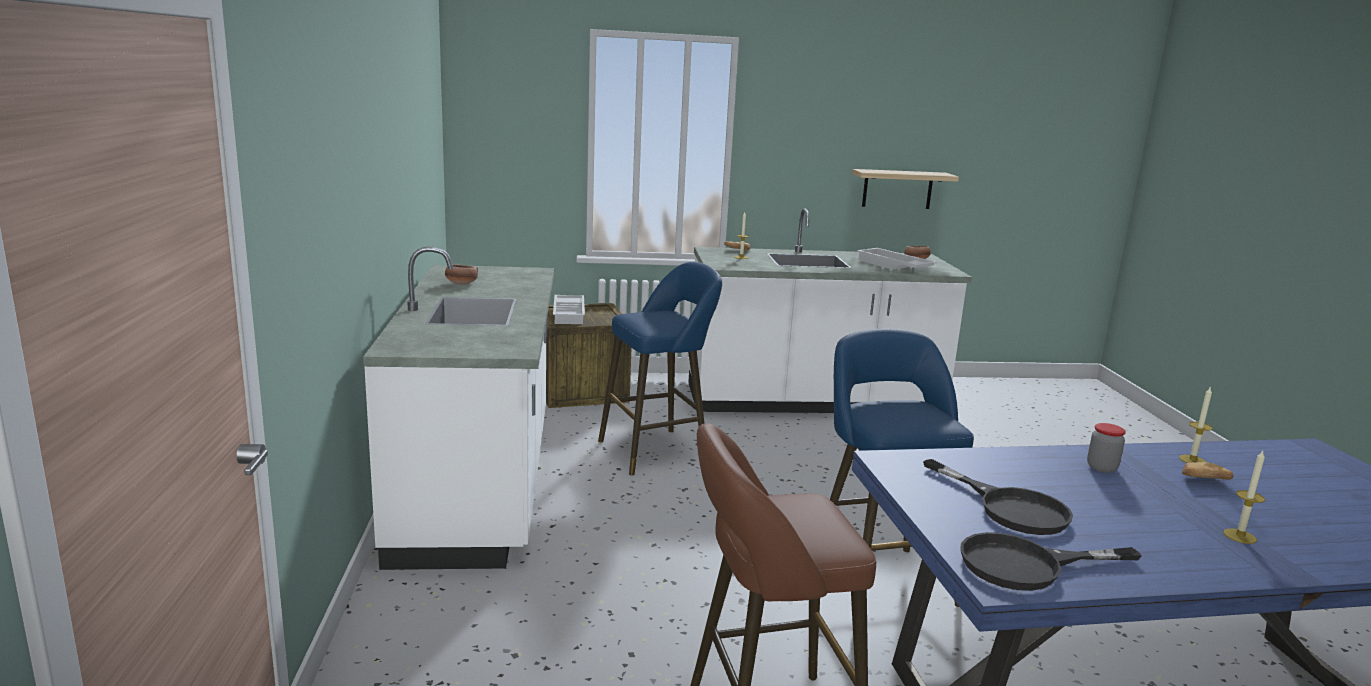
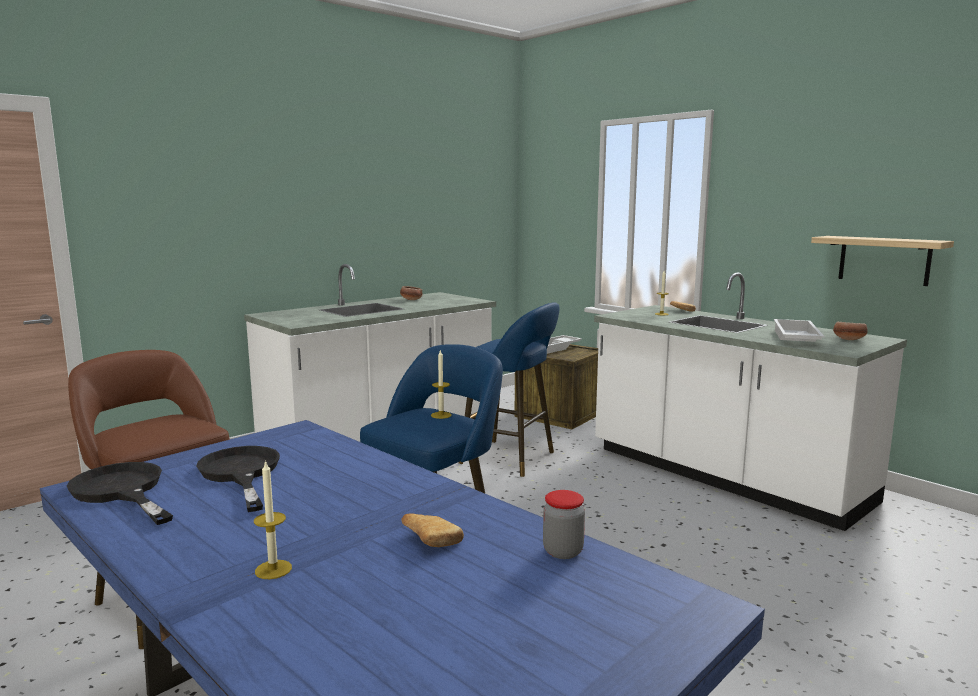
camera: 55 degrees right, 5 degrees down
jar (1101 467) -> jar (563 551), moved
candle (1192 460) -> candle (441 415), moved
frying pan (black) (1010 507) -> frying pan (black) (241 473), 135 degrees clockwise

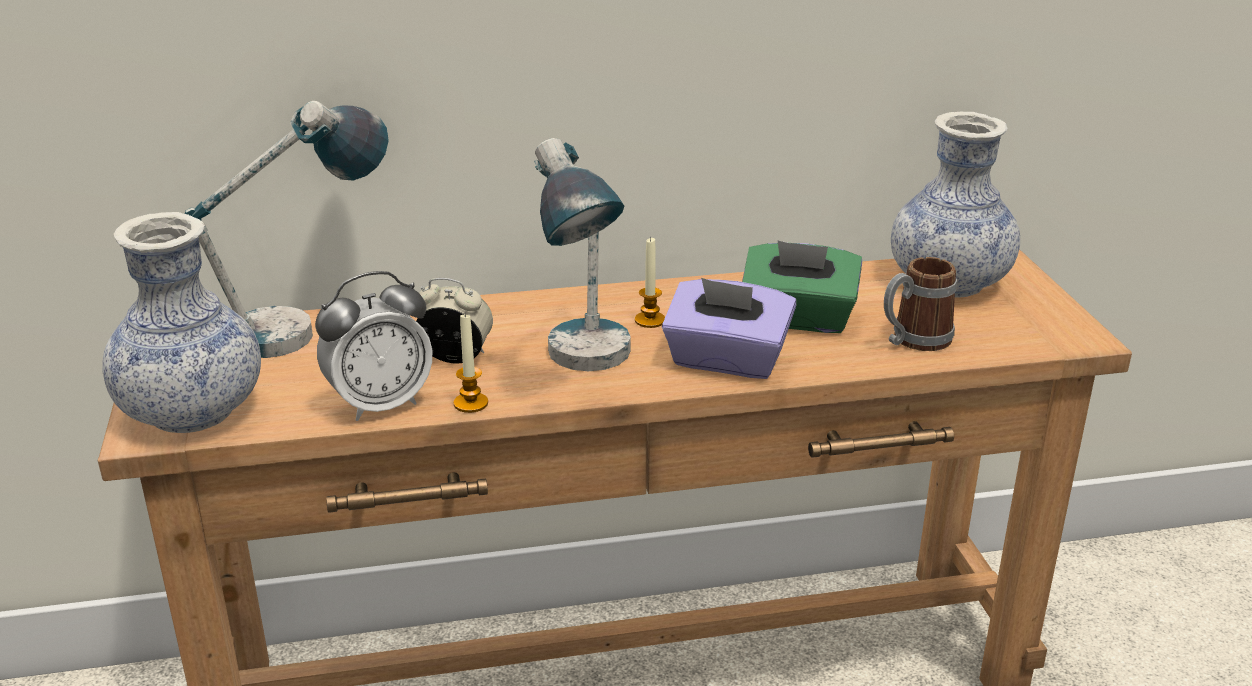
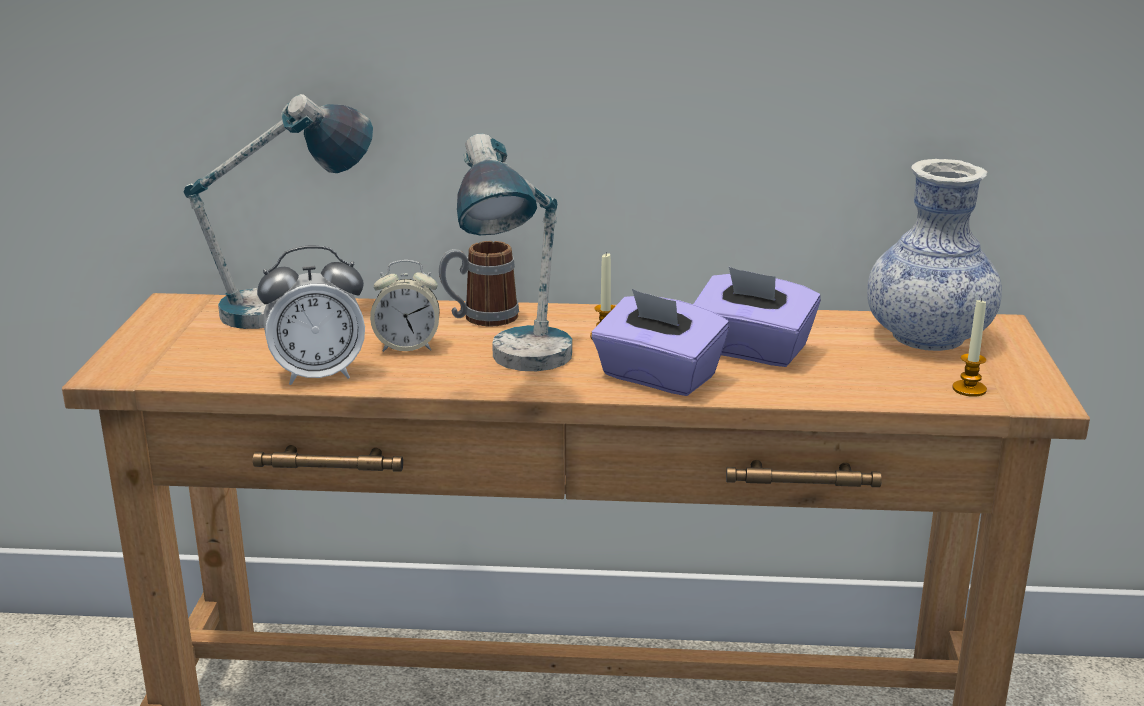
camera: 15 degrees right, 5 degrees down
vase (192 412) -> none
candle (471 403) -> candle (969 389), moved
mug (913 341) -> mug (480 318), moved
tissue box (green) (798 319) -> tissue box (purple) (751 351)
alarm clock (456 357) -> alarm clock (407 346), 150 degrees clockwise

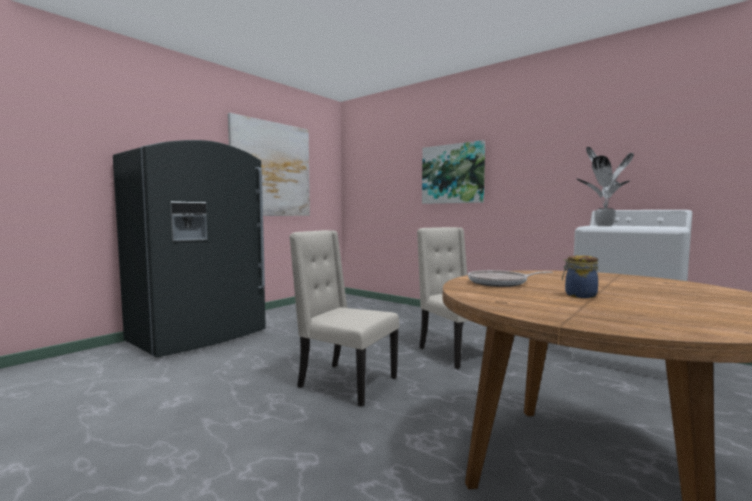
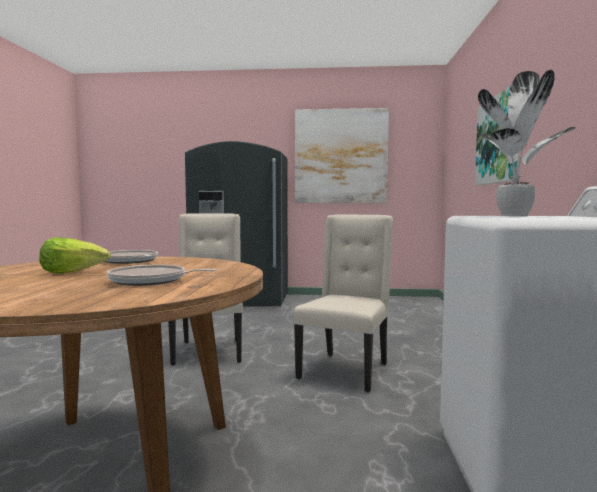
camera: 55 degrees right, 0 degrees up
none -> frying pan (151 281)
jar (579 295) -> lettuce (73 272)

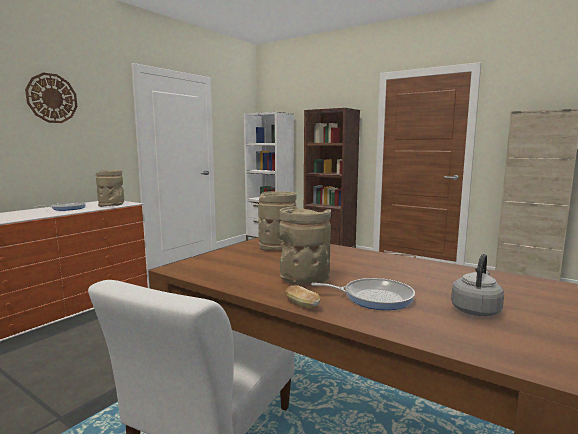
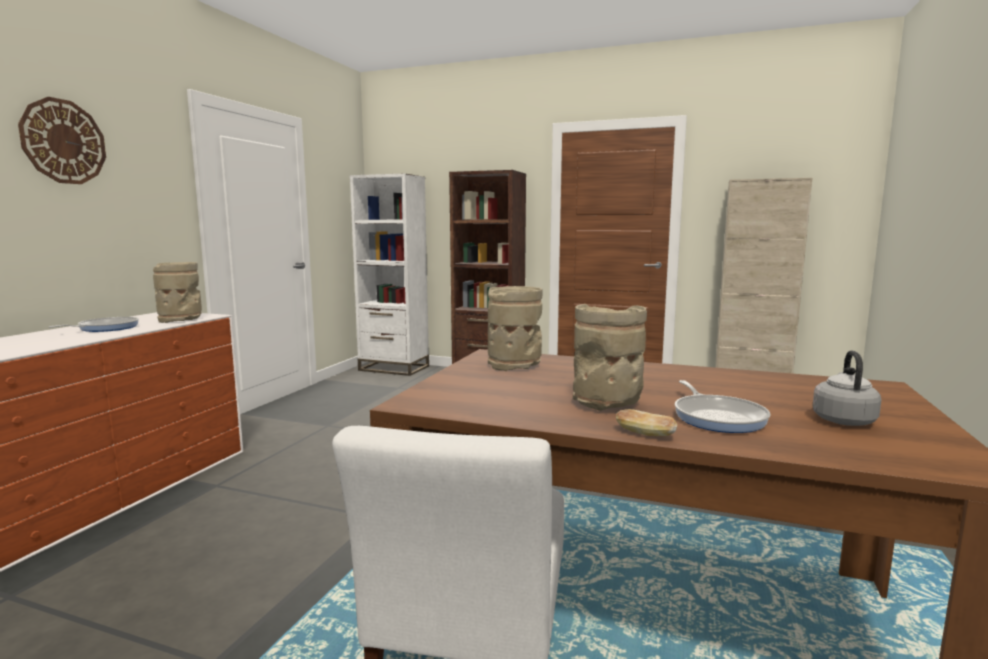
camera: 15 degrees left, 0 degrees up
frying pan (374 298) -> frying pan (717 417), 90 degrees clockwise

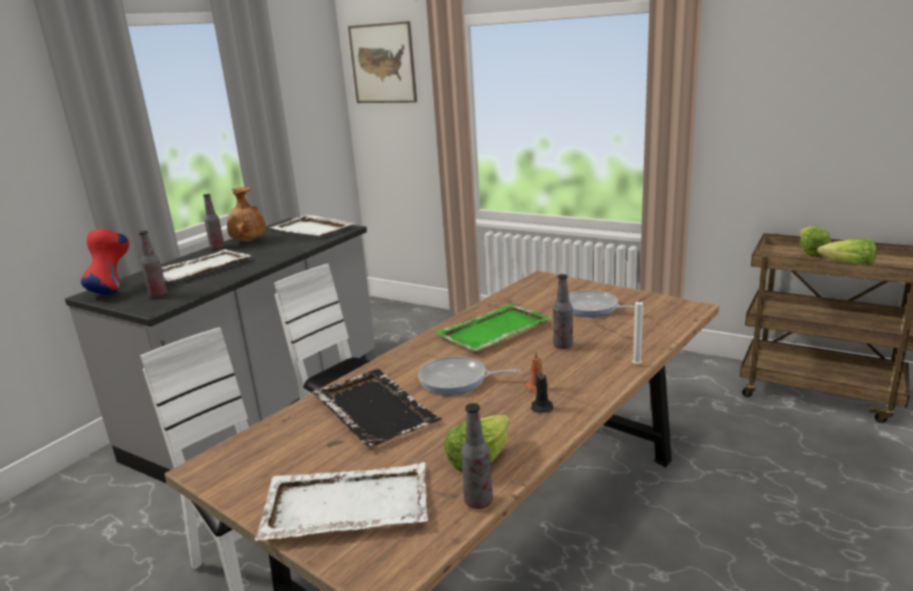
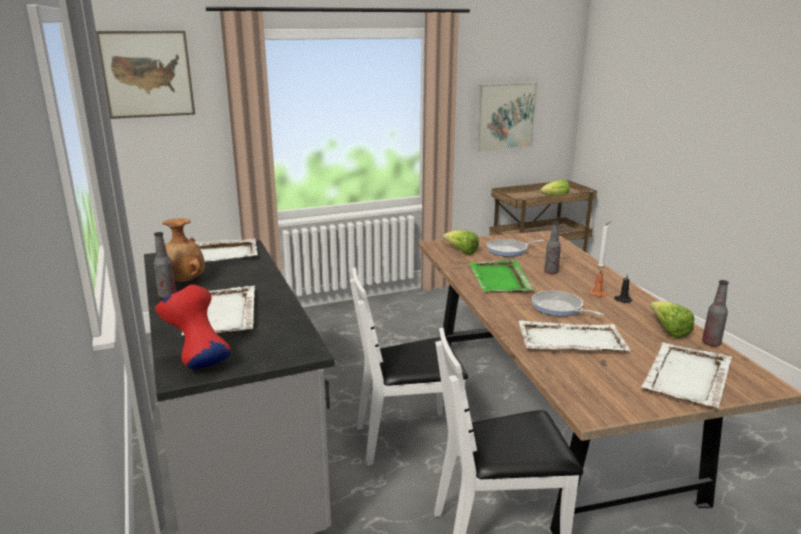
camera: 55 degrees left, 0 degrees up
bottle (158 295) -> none
none -> picture (505 116)
lettuce (810 253) -> lettuce (461 252), moved
tray (black) (374 409) -> tray (white) (570 340)
frying pan (457 380) -> frying pan (559 308), 90 degrees clockwise

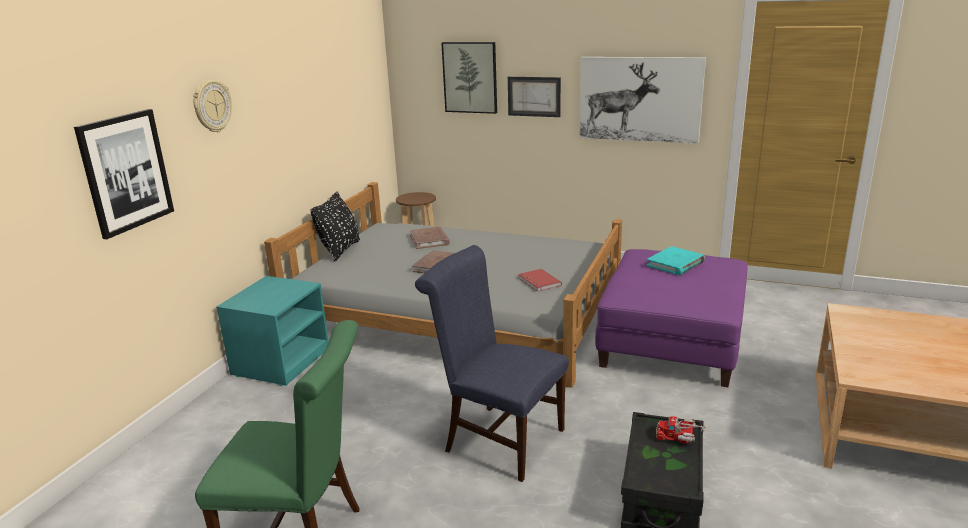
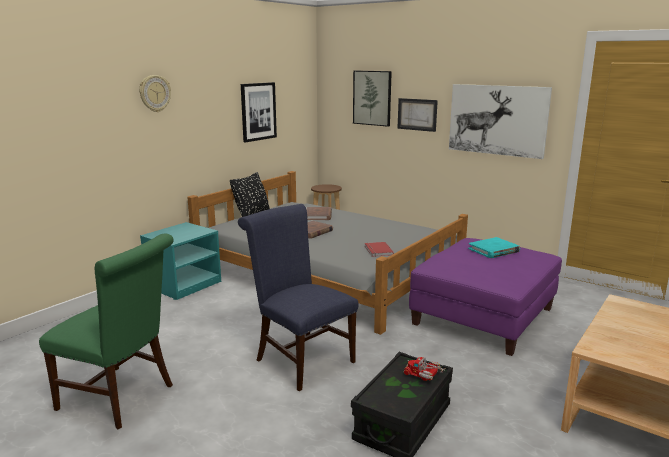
camera: 15 degrees right, 5 degrees down
picture (126 172) -> picture (258 111), moved

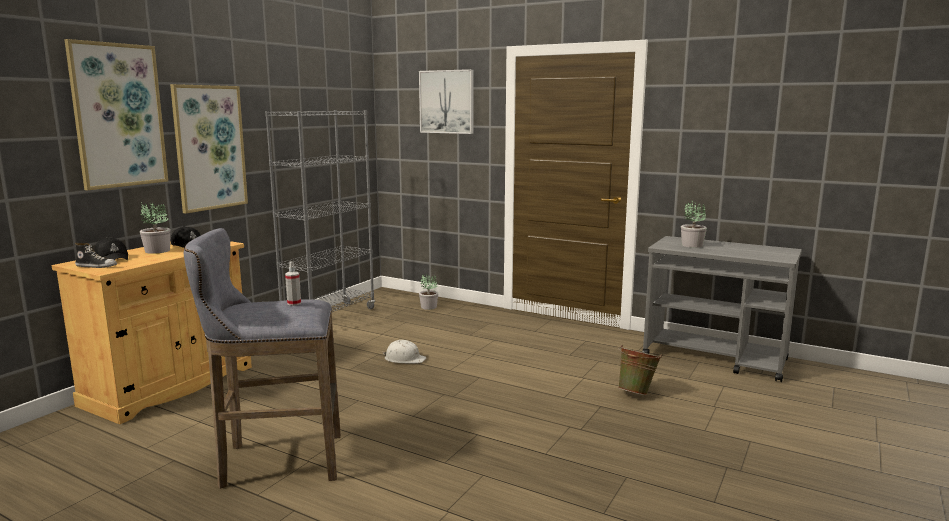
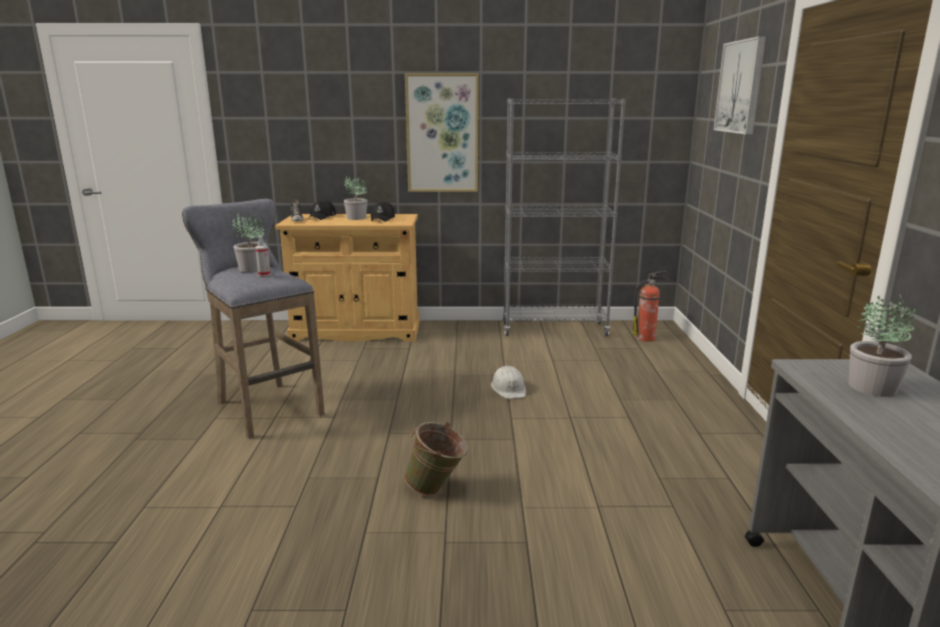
camera: 60 degrees right, 5 degrees up
picture (118 116) -> none
none -> fire extinguisher (646 338)
potted plant (428 307) -> potted plant (251 268), moved
bucket (green) (637 393) -> bucket (green) (437 489), moved

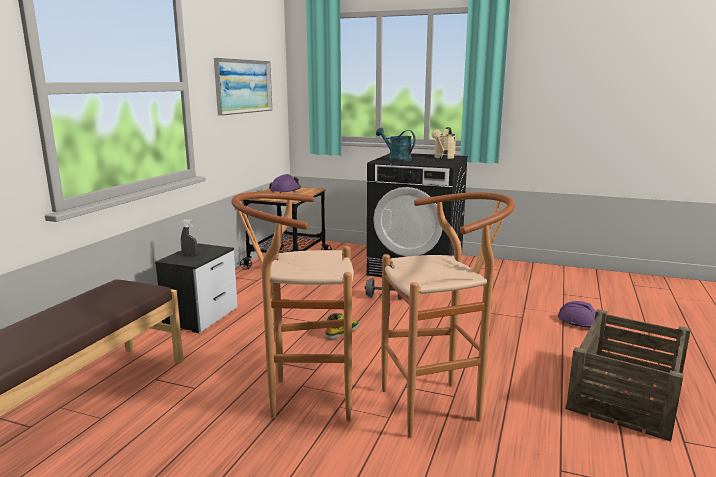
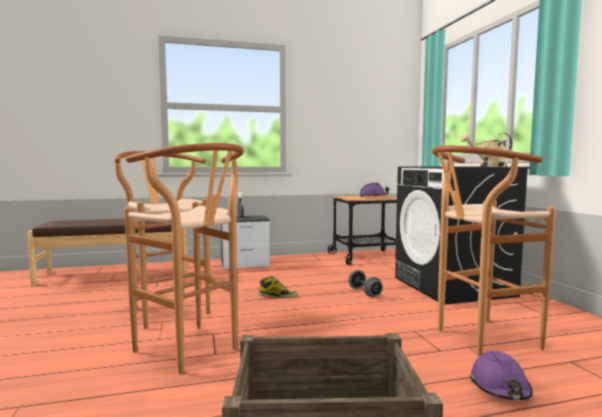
camera: 55 degrees right, 10 degrees down
picture (243 86) -> none
watering can (turquoise) (396 159) -> none
none -> stool (brown) (478 339)

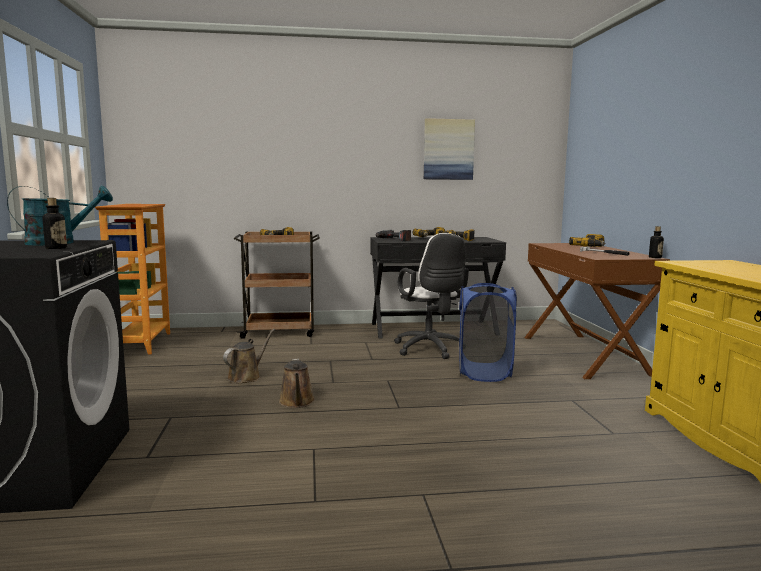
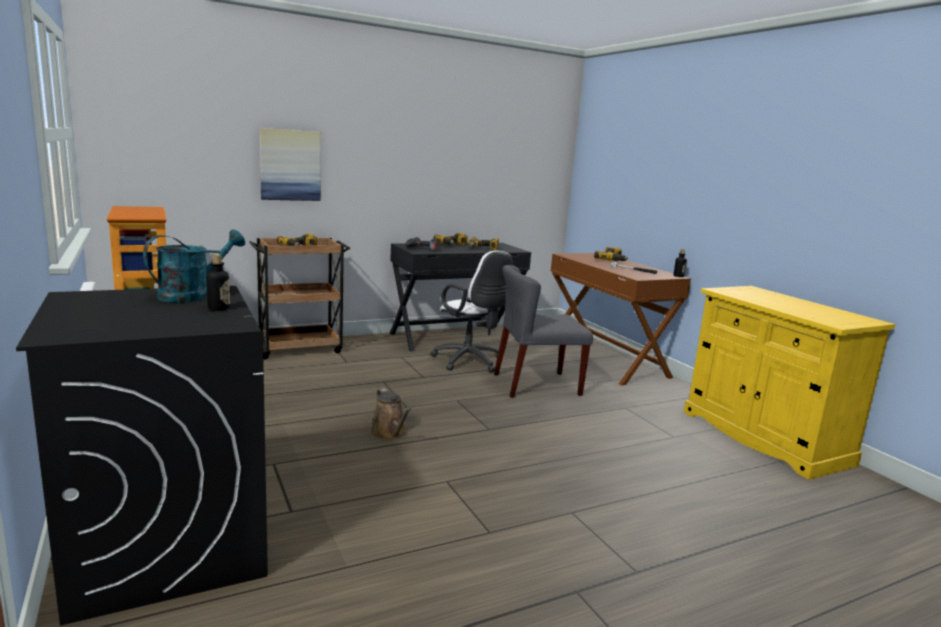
camera: 20 degrees left, 5 degrees up
watering can (brown) (246 377) -> none
picture (448 149) -> picture (290 165), moved
laundry basket (blue) (484 372) -> chair (grey) (536 384)

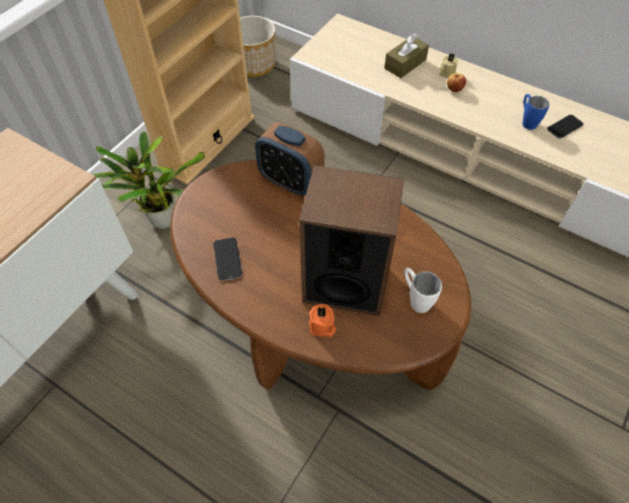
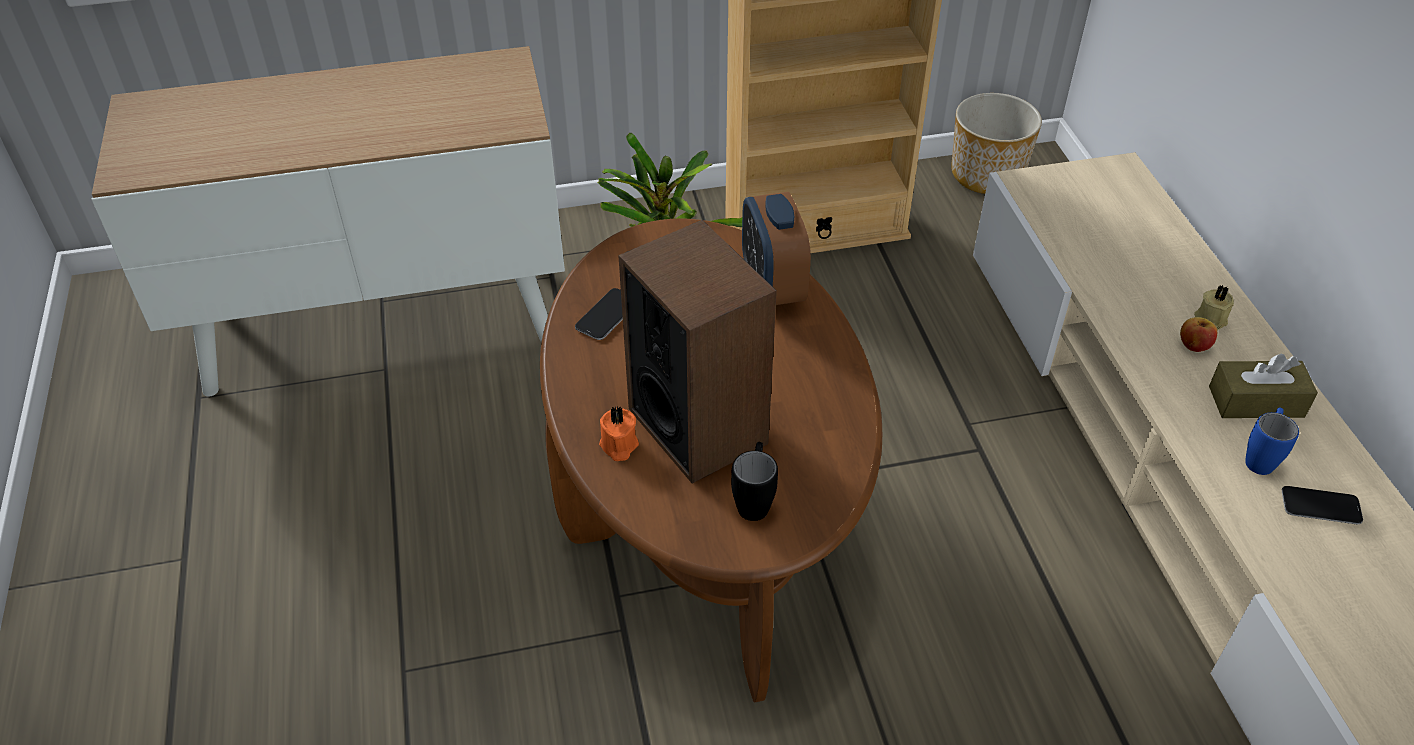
camera: 45 degrees right, 10 degrees down
tissue box (brown) (405 64) -> tissue box (brown) (1256 402), moved
mug (white) (415 299) -> mug (black) (754 500)

